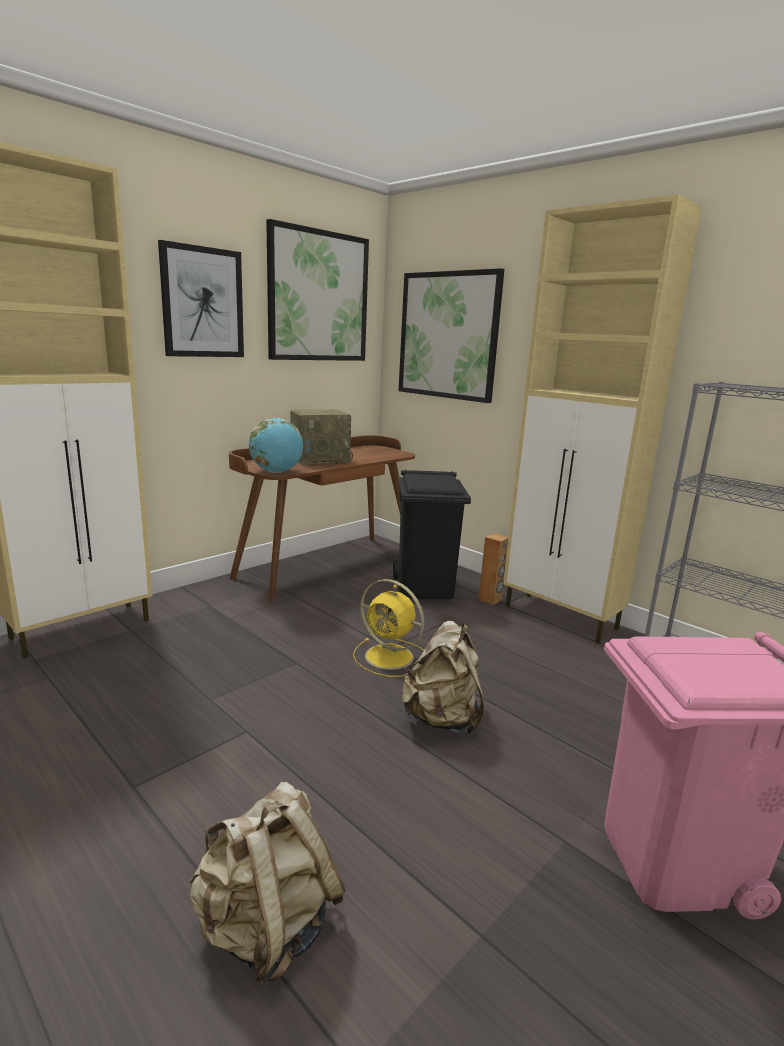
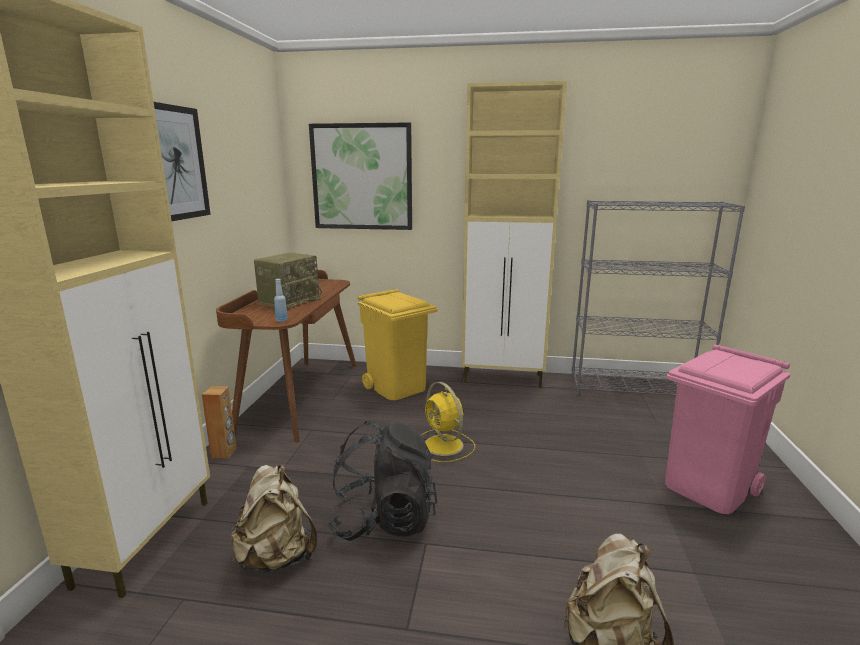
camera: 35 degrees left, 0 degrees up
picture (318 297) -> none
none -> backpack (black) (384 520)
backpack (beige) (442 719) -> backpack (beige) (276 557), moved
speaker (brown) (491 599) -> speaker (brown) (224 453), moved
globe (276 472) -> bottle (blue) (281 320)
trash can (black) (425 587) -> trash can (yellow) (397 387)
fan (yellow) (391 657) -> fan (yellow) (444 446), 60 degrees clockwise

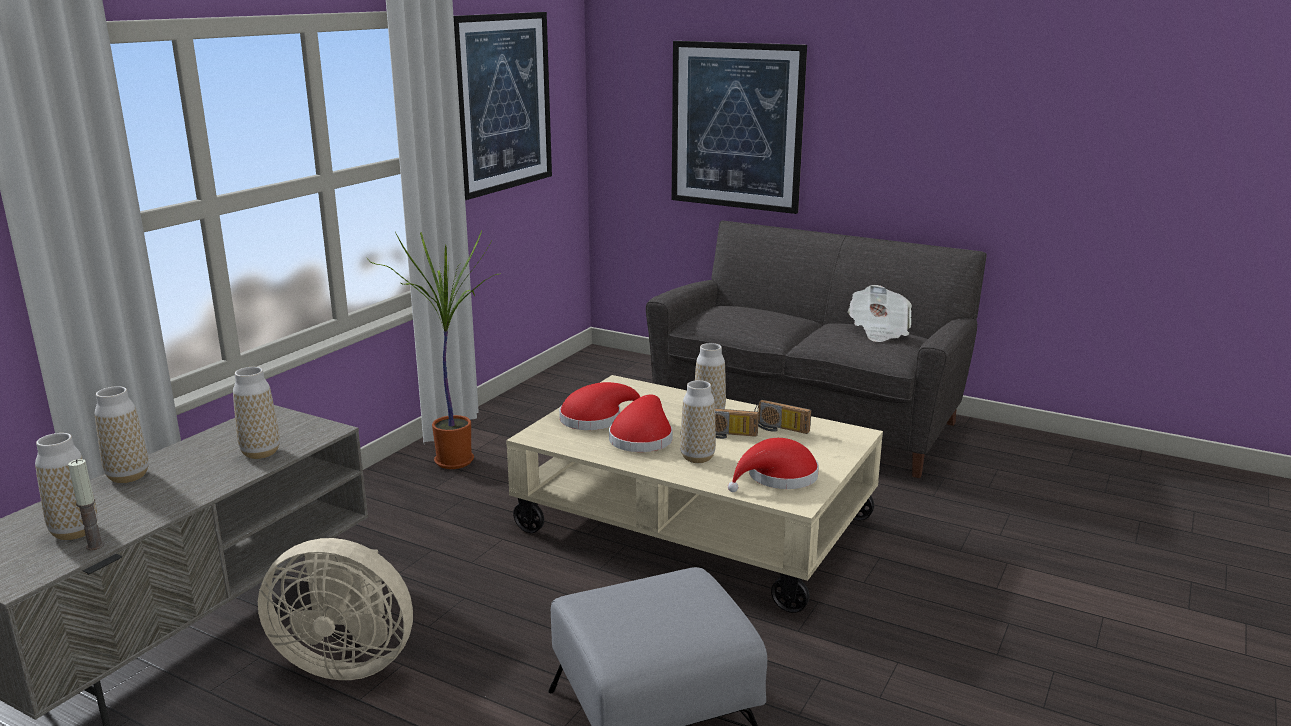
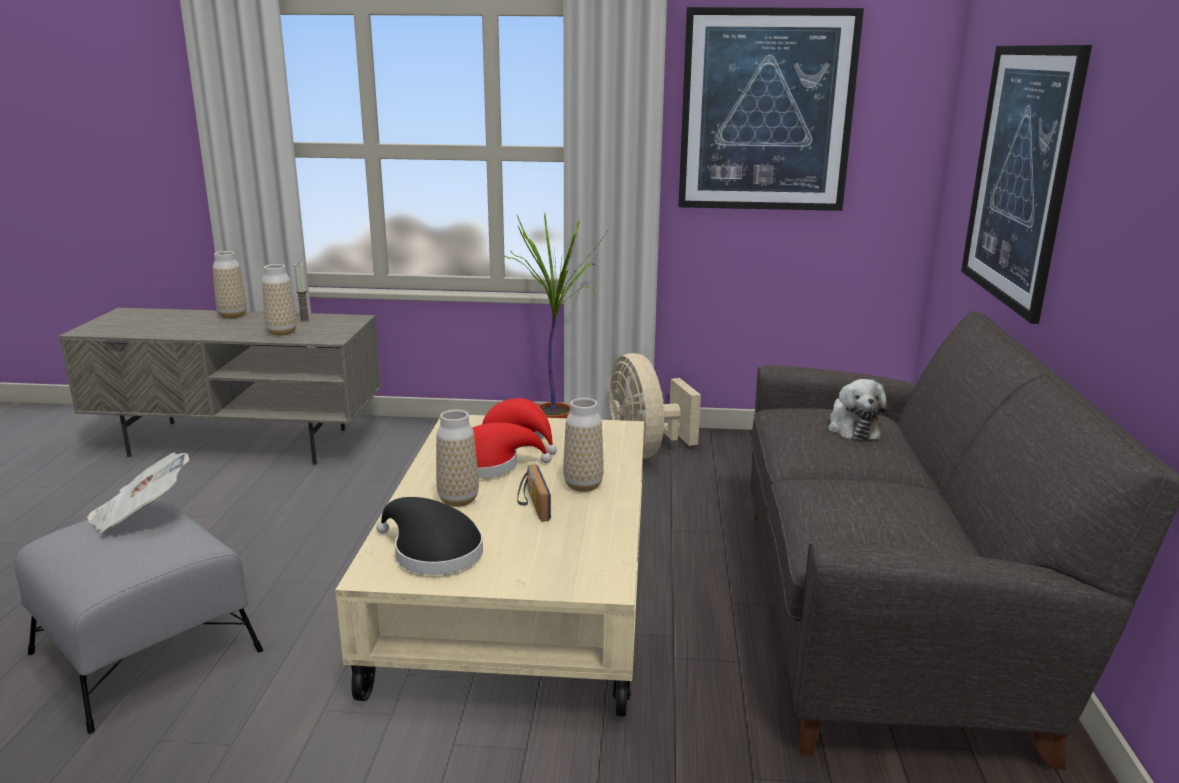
camera: 65 degrees right, 0 degrees up
vase (75 532) -> none
radio (779 429) -> none
none -> plush toy (852 427)
candle (95 546) -> candle (304 320), moved
fan (beige) (346 661) -> fan (beige) (645 451), moved
newspaper (878 331) -> newspaper (141 516), moved
hat (red) (777 478) -> hat (black) (432 552)

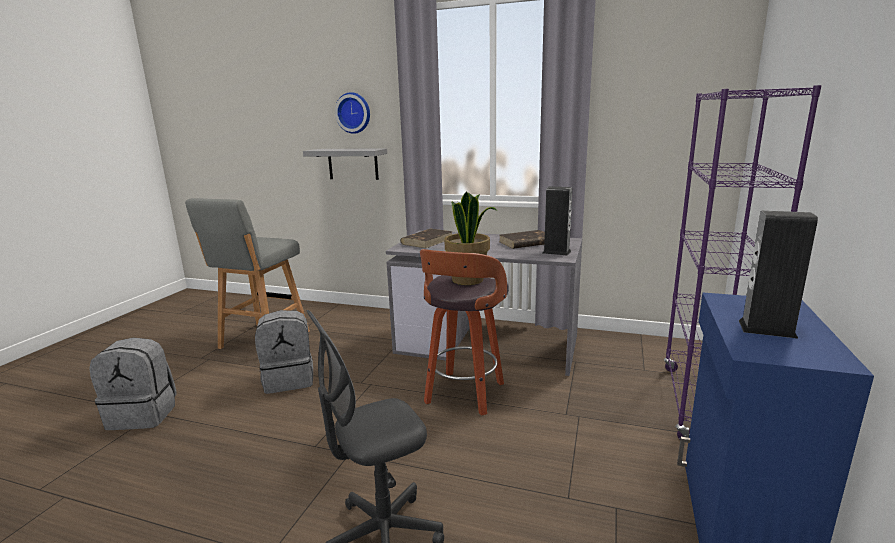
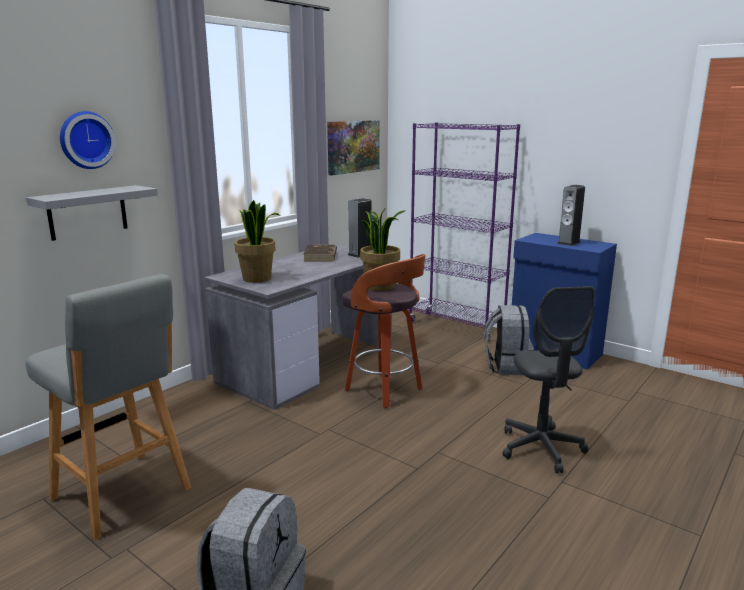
camera: 70 degrees left, 0 degrees up
none -> picture (353 146)
backpack (grey) (289 379) -> backpack (grey) (506 366), moved
book (brown) (427 241) -> potted plant (257 278)

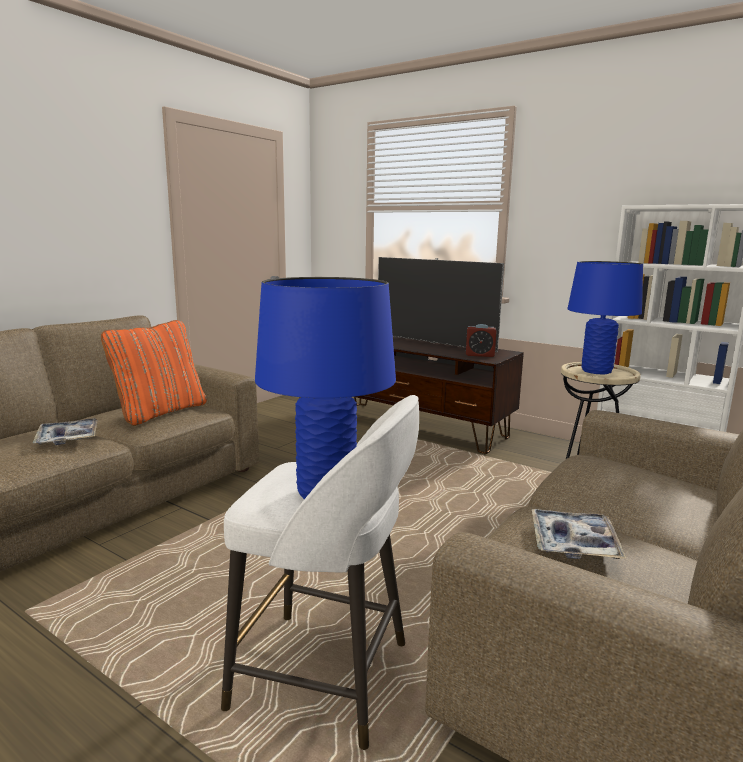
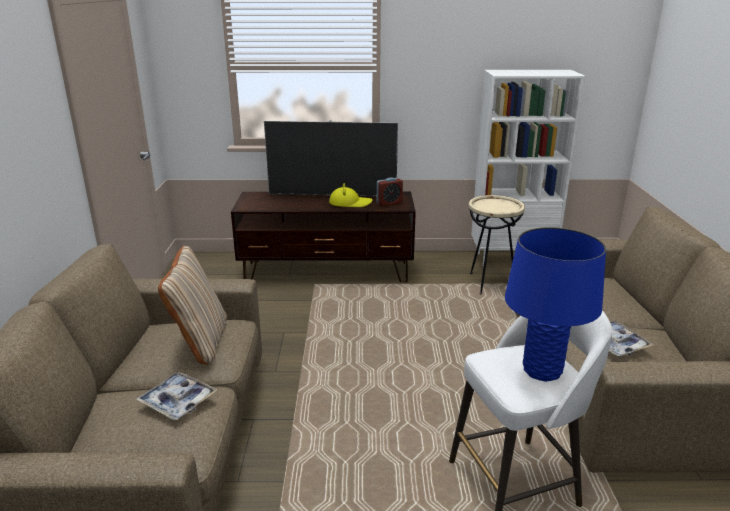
camera: 35 degrees left, 10 degrees up
table lamp (blue) (596 371) -> none
none -> hat (yellow) (350 203)
pillow (orange) (160 412) -> pillow (beige) (200 341)

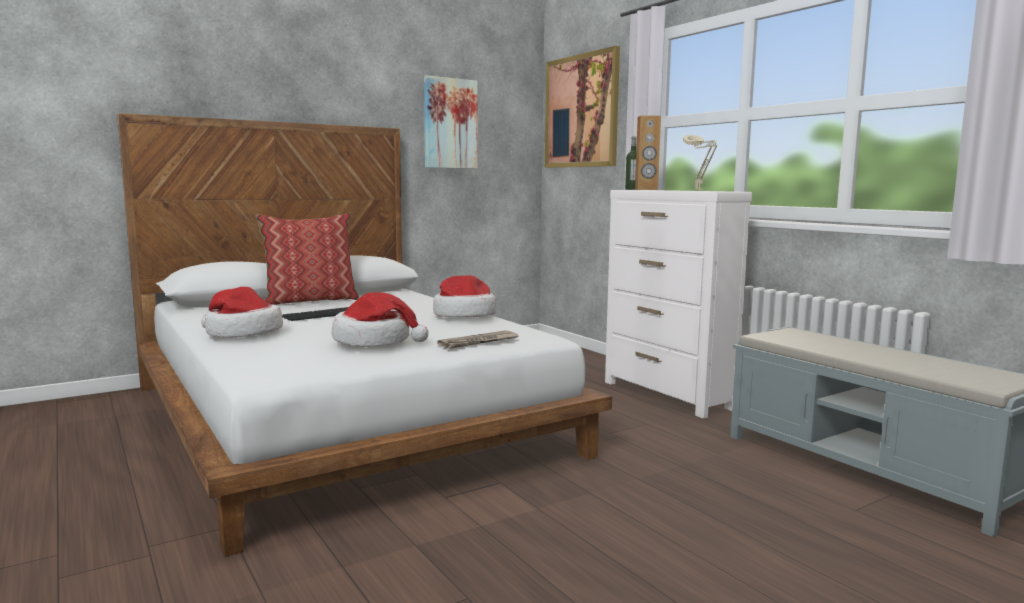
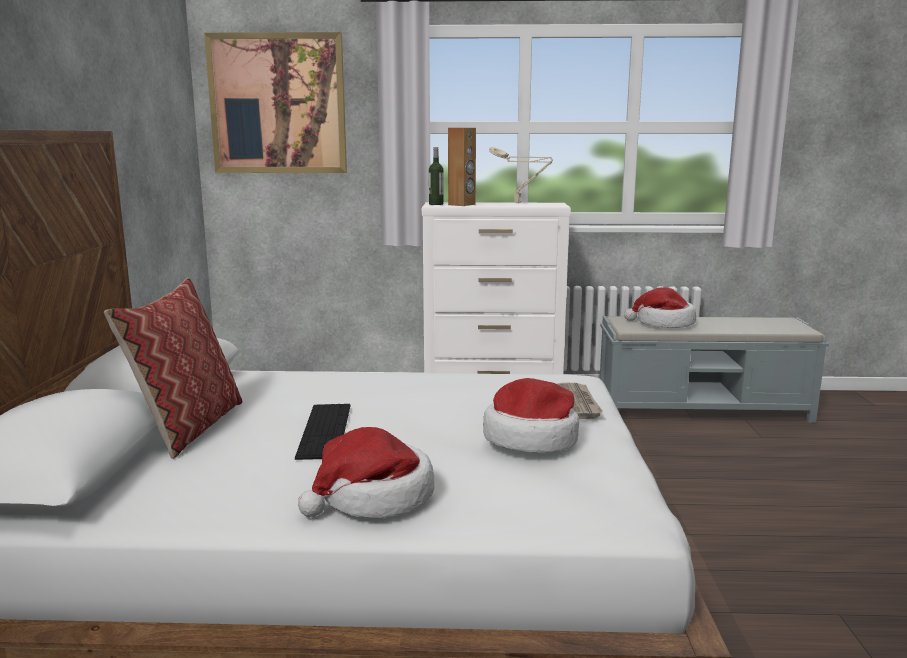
camera: 55 degrees left, 5 degrees up
picture (450 123) -> none
hat (464 315) -> hat (663 323), moved

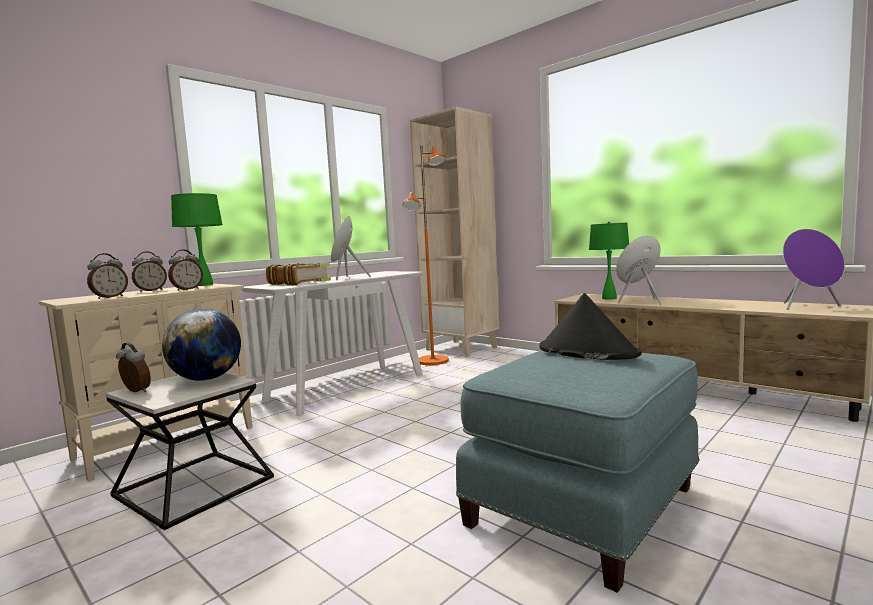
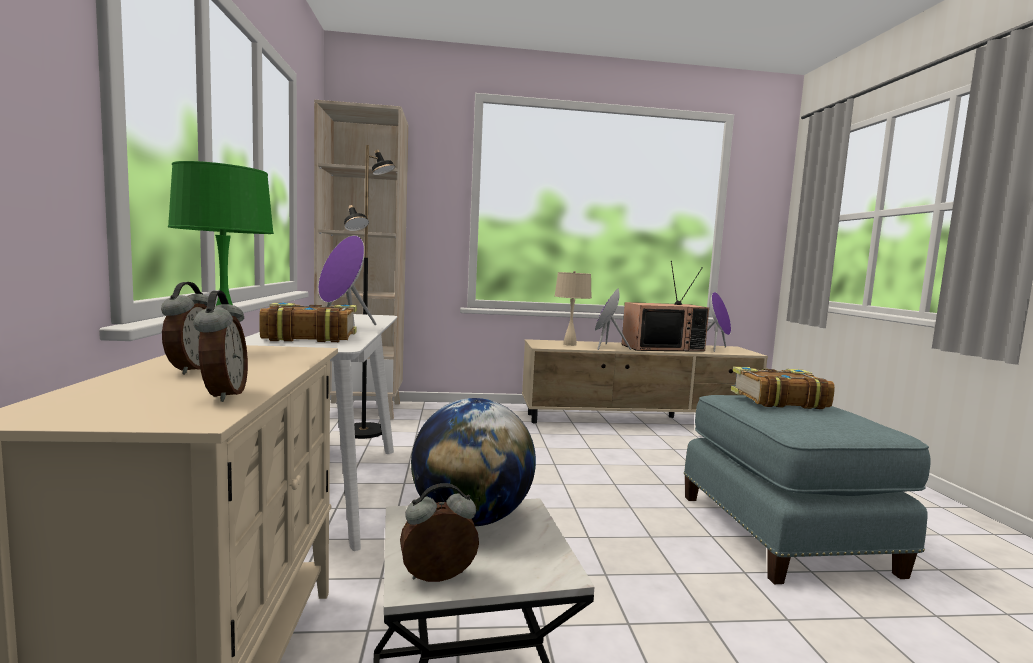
camera: 50 degrees left, 0 degrees up
alarm clock (187 289) -> none
none -> television (662 347)
hat (black) (586 351) -> book (777 400)
floor lamp (orange) (433 361) -> floor lamp (black) (364 432)
table lamp (green) (609 298) -> table lamp (beige) (570 344)

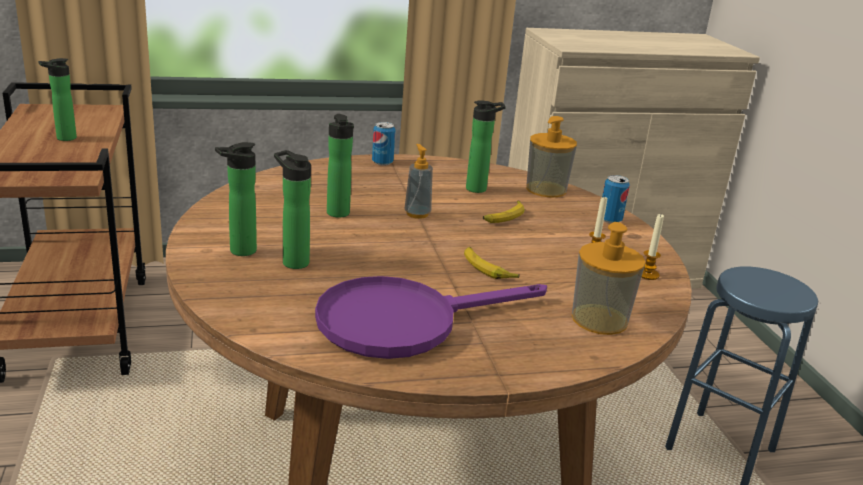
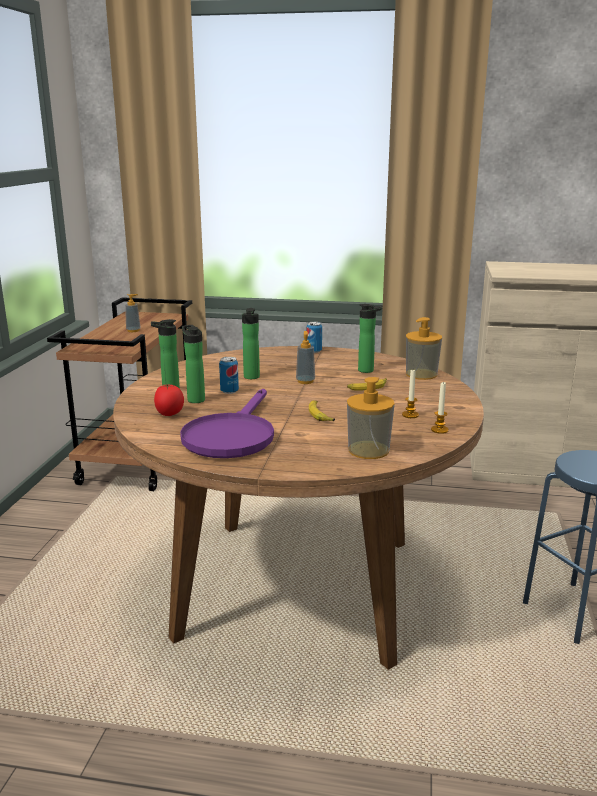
camera: 25 degrees right, 5 degrees down
none -> tomato (169 414)
can (610 219) -> can (229 391), moved
bottle (63 138) -> soap dispenser (133 330)
frying pan (purple) (404 321) -> frying pan (purple) (231 435), 75 degrees counterclockwise

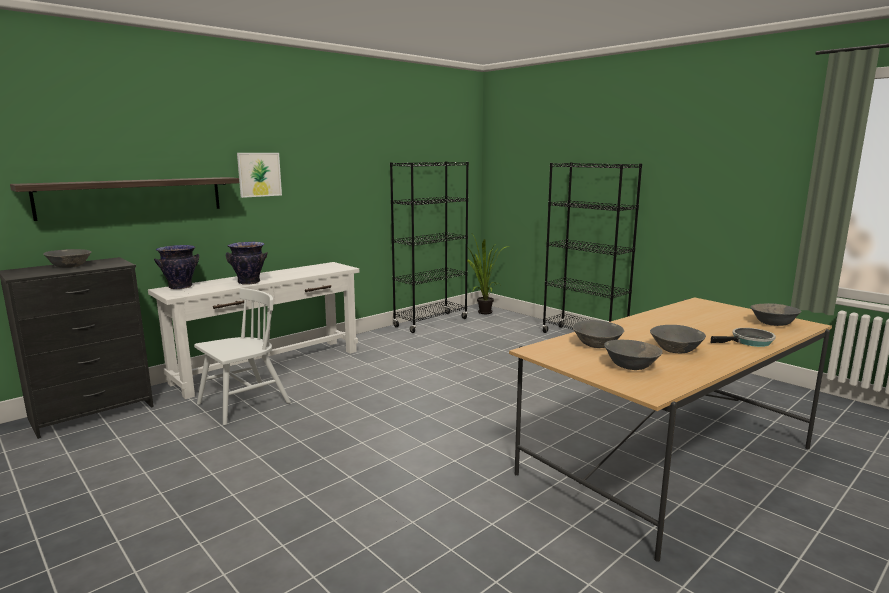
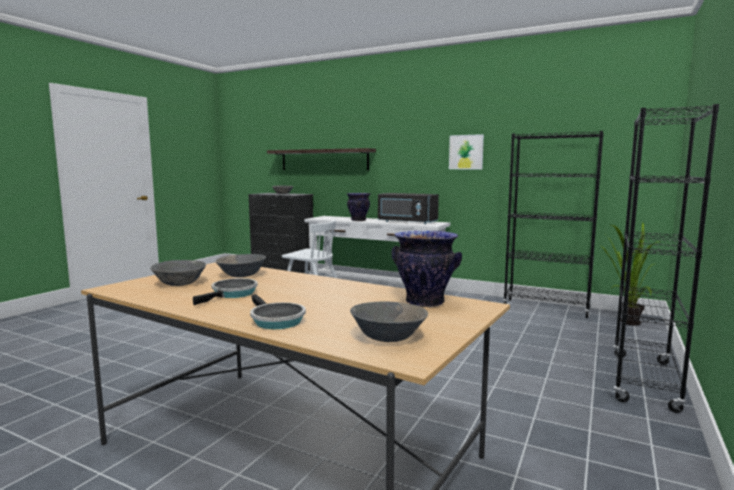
camera: 70 degrees right, 5 degrees down
none -> microwave (black) (406 222)
vase (180 287) -> vase (425 302), moved
picture (259 174) -> picture (466 152), moved
bowl (grey) (675 350) -> frying pan (232 294)

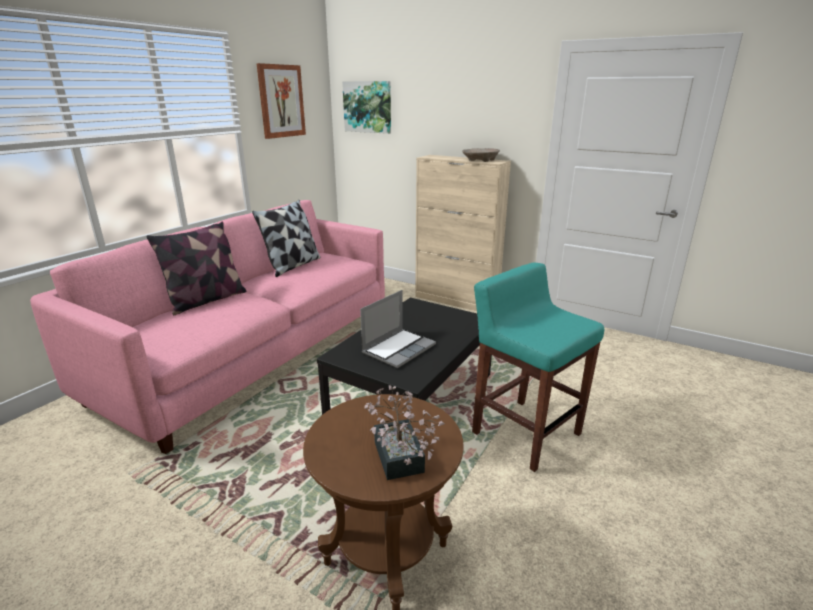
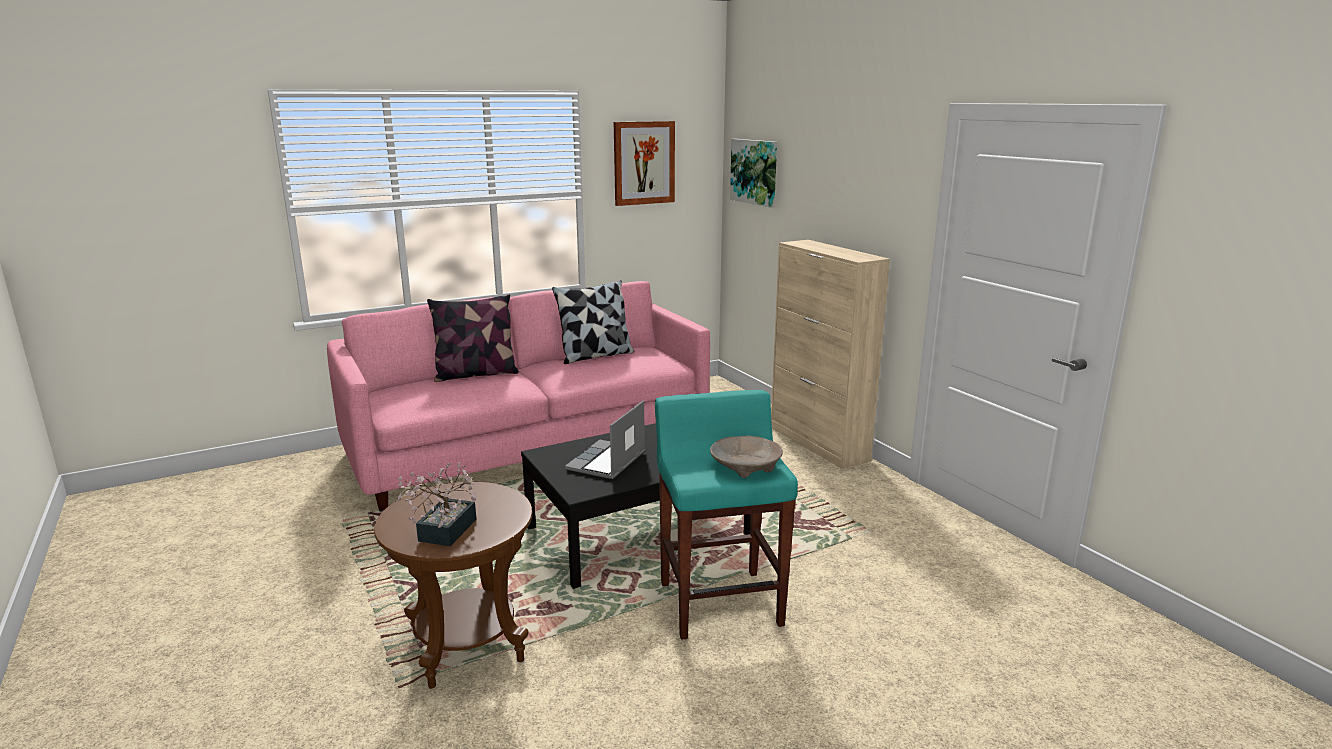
camera: 30 degrees right, 5 degrees down
bowl (beige) (480 160) -> bowl (beige) (745 467), moved
laptop (399 348) -> laptop (607 462), 135 degrees clockwise

